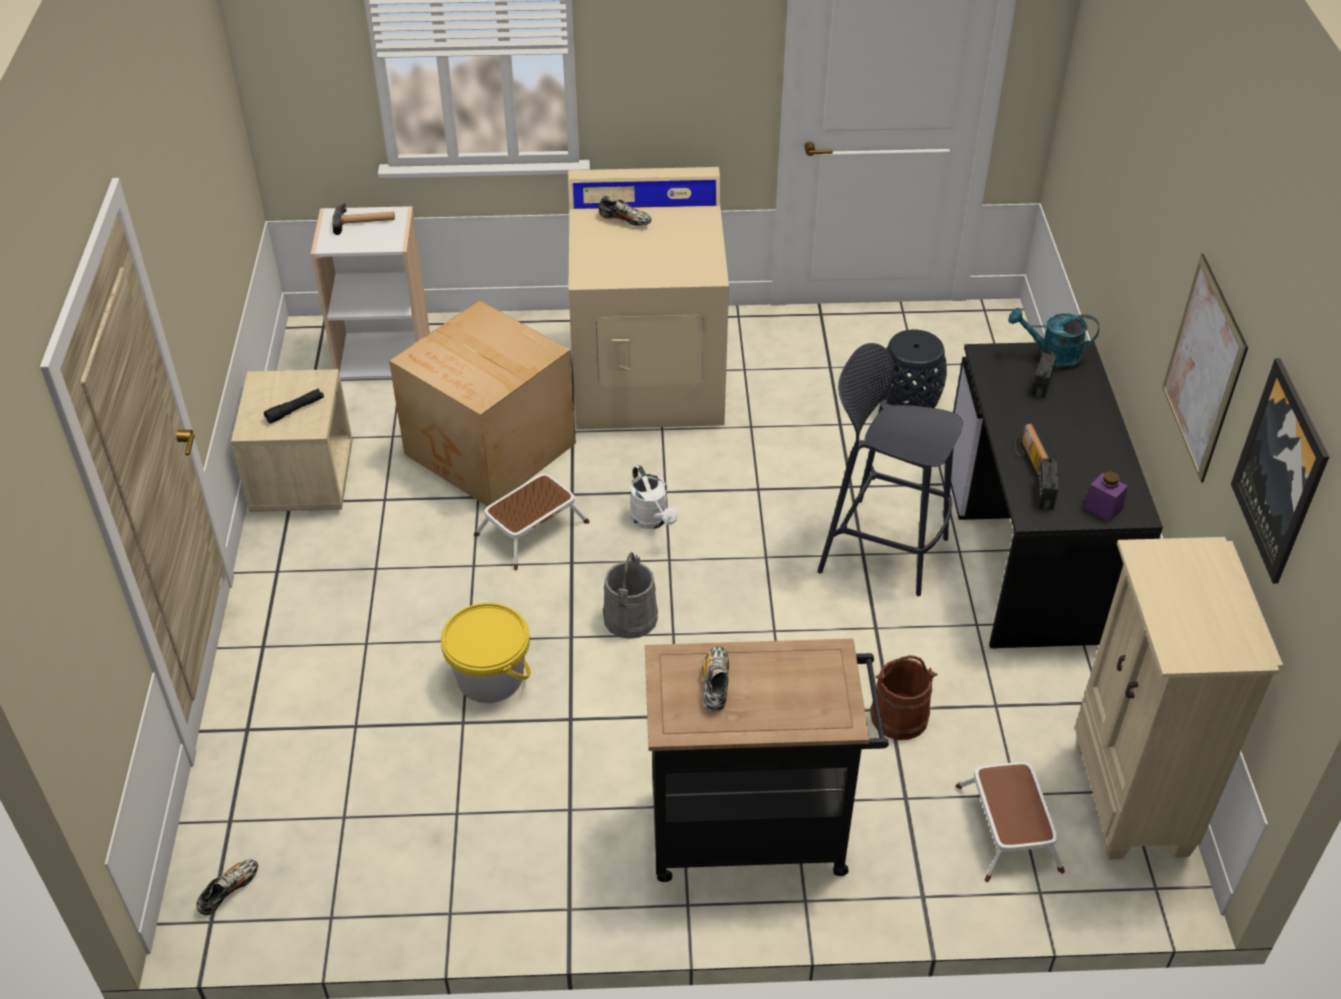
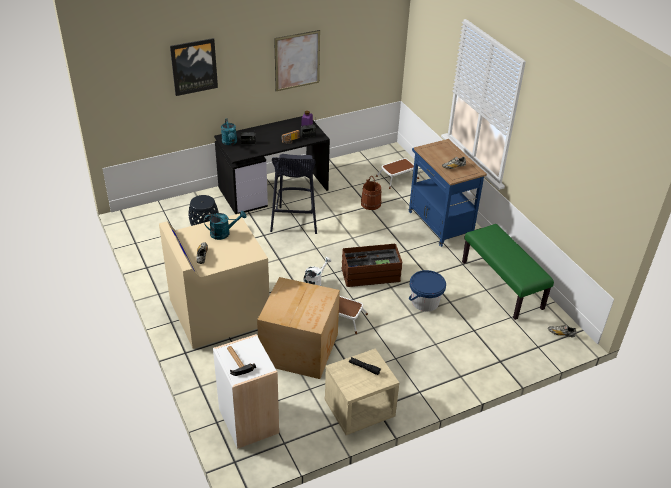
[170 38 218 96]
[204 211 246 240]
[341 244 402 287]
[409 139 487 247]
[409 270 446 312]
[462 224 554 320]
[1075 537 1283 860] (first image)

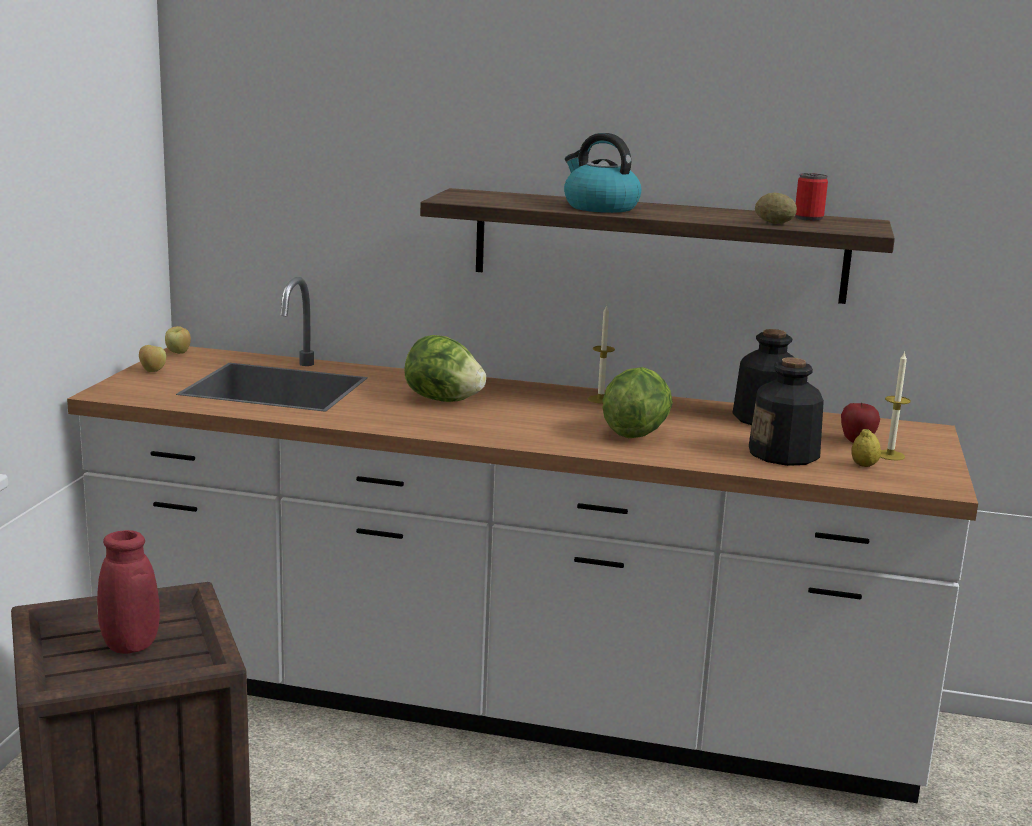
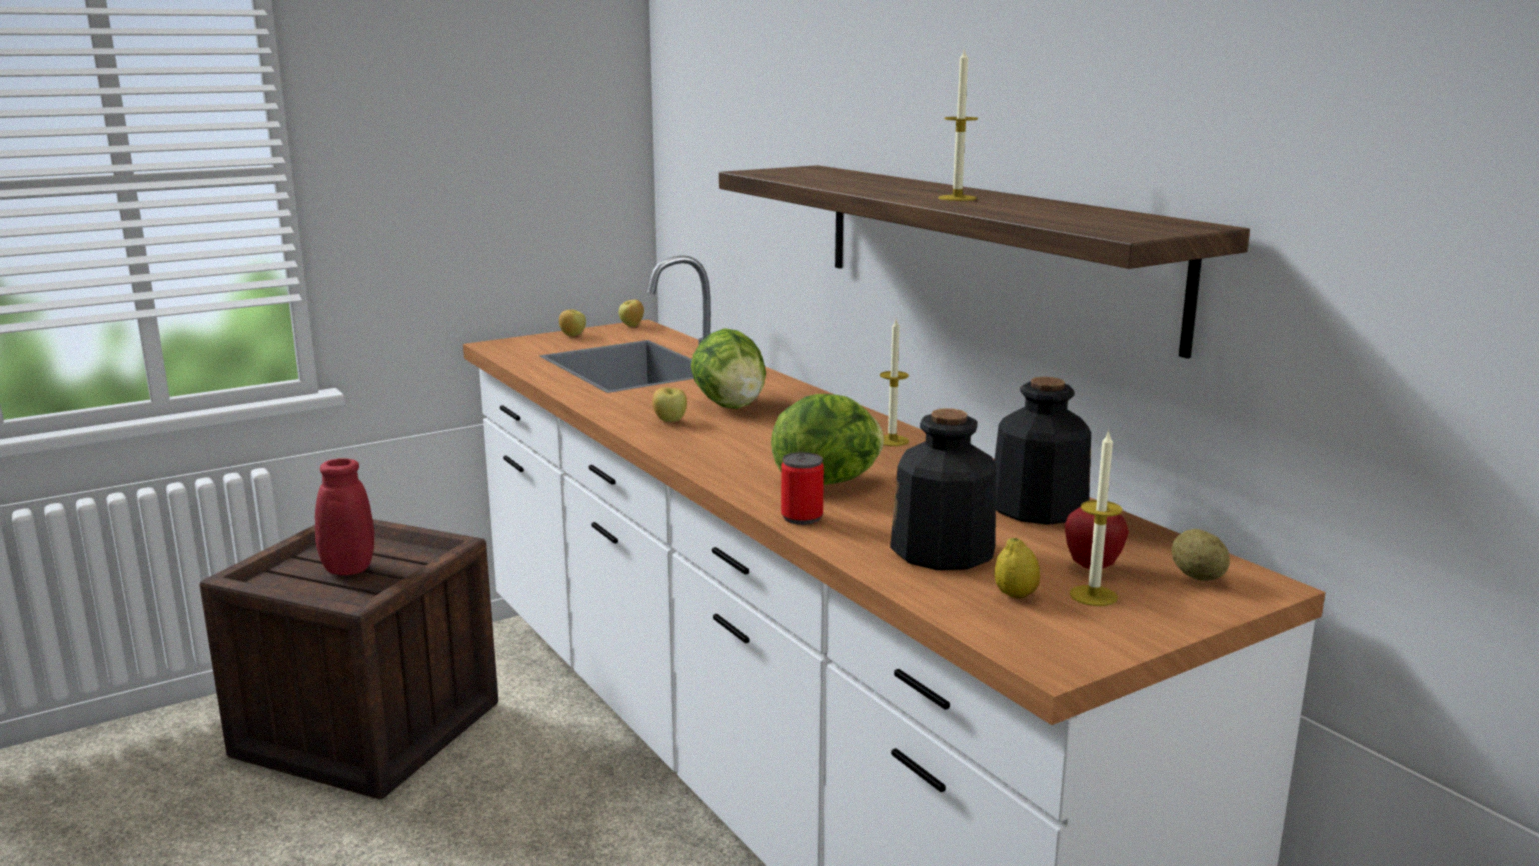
[653 387 687 422]
[781 452 824 525]
[938 47 978 201]
[1172 529 1230 581]
[564 133 641 213] (first image)

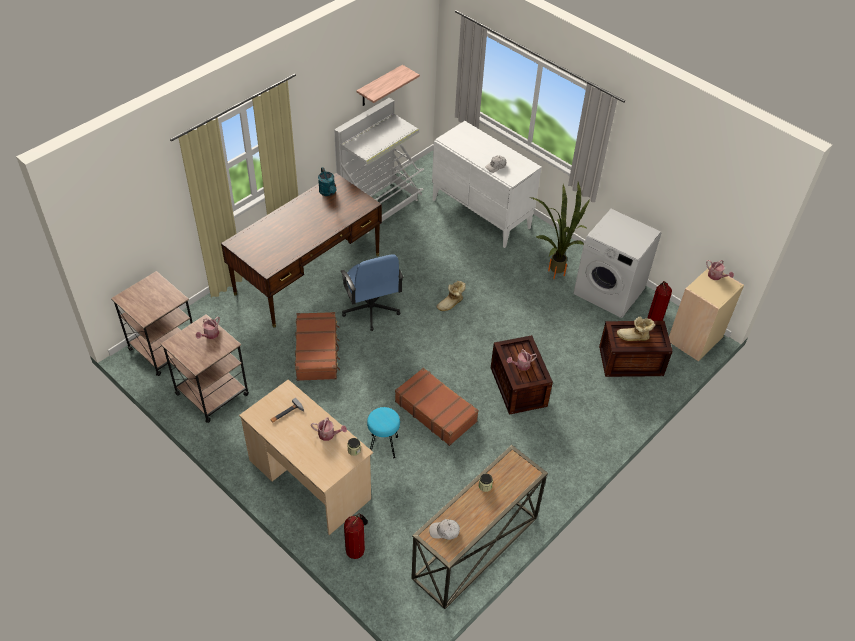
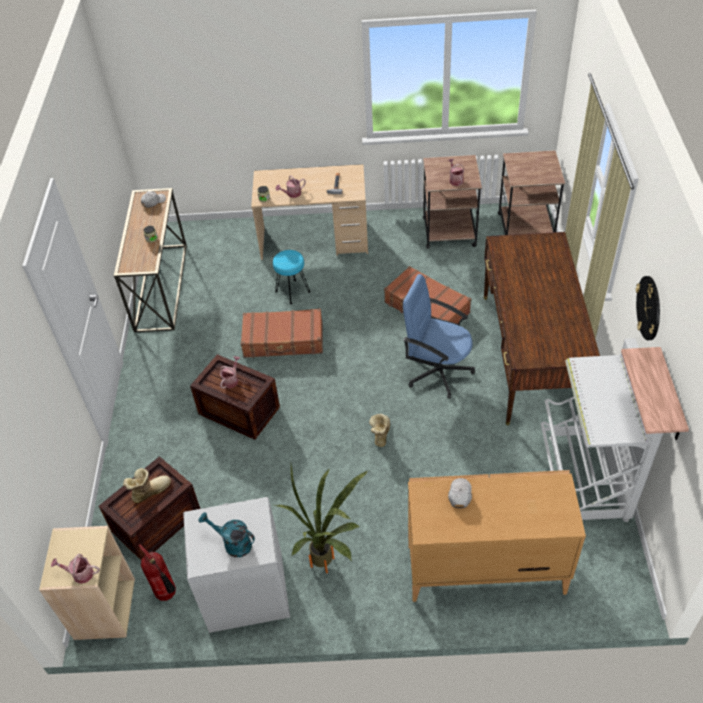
[199 512 255 557]
[408 470 586 602]
[636 276 660 340]
[344 514 368 559] (first image)

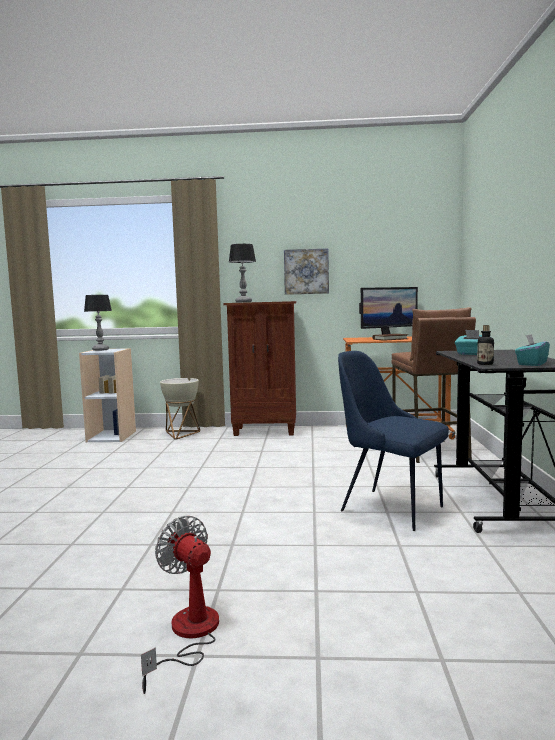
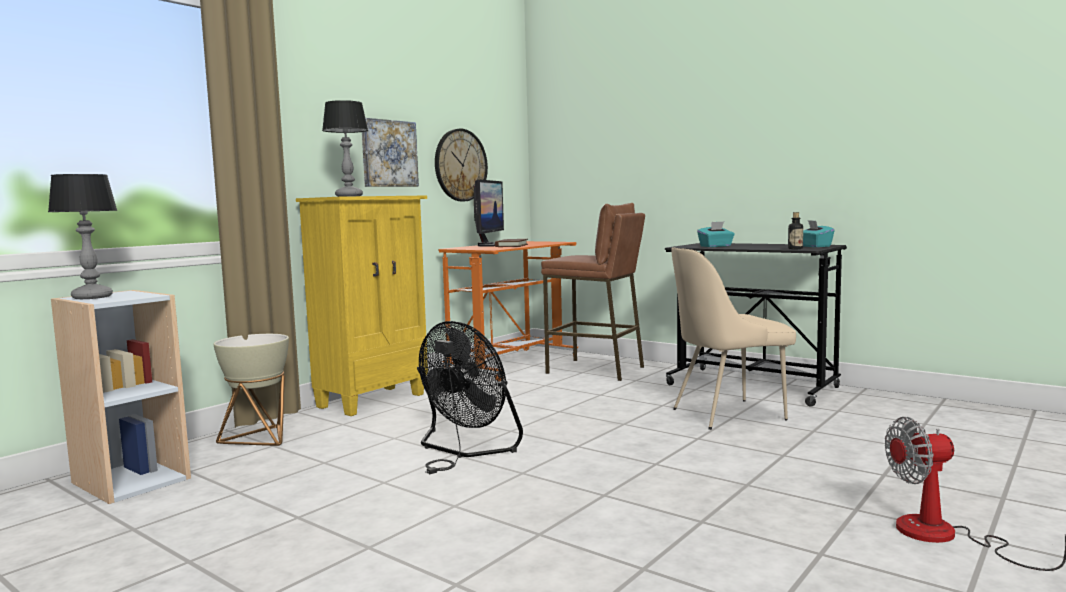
[296 195 428 416]
[417 321 523 474]
[435 129 488 201]
[671 247 796 430]

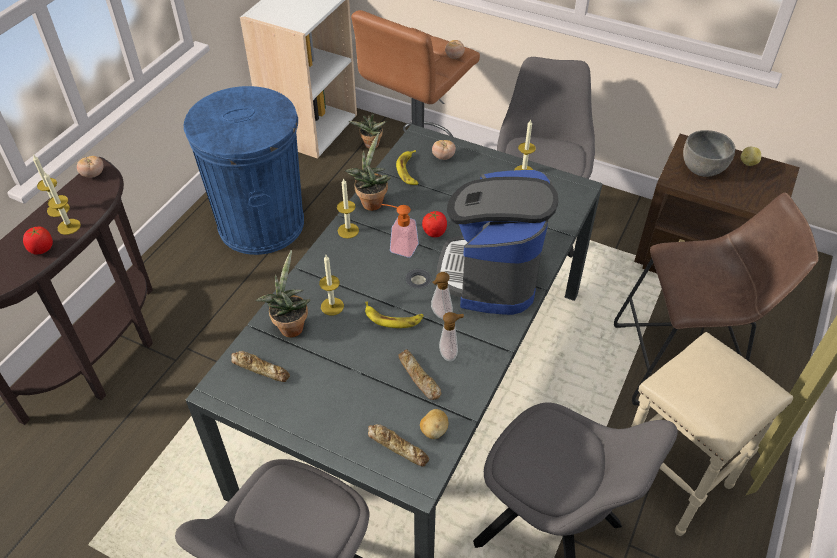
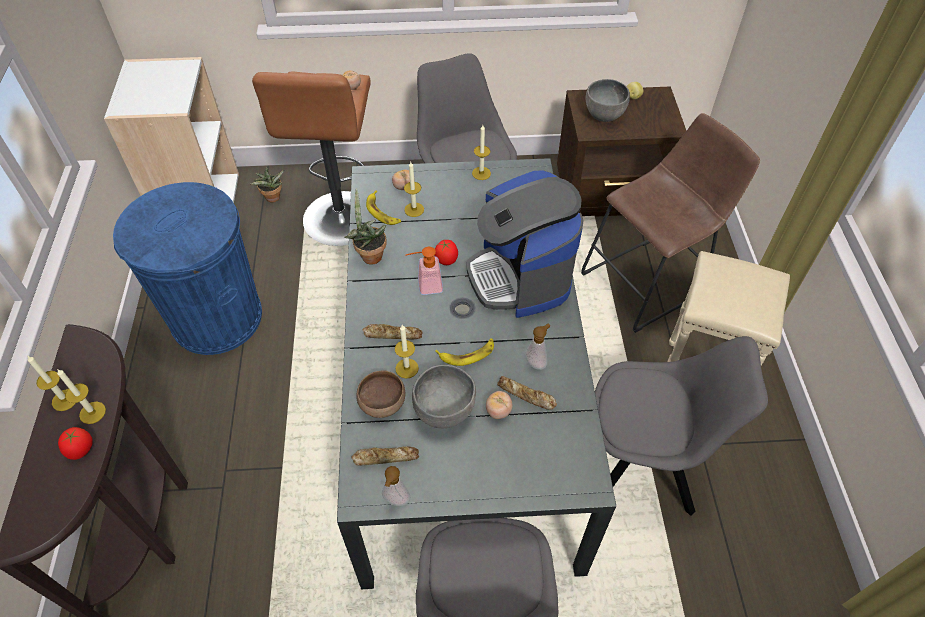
[356 370 406 418]
[363 324 423 340]
[382 466 410 506]
[404 162 424 217]
[412 365 476 428]
[486 391 513 419]
[420 409 448 439] (first image)

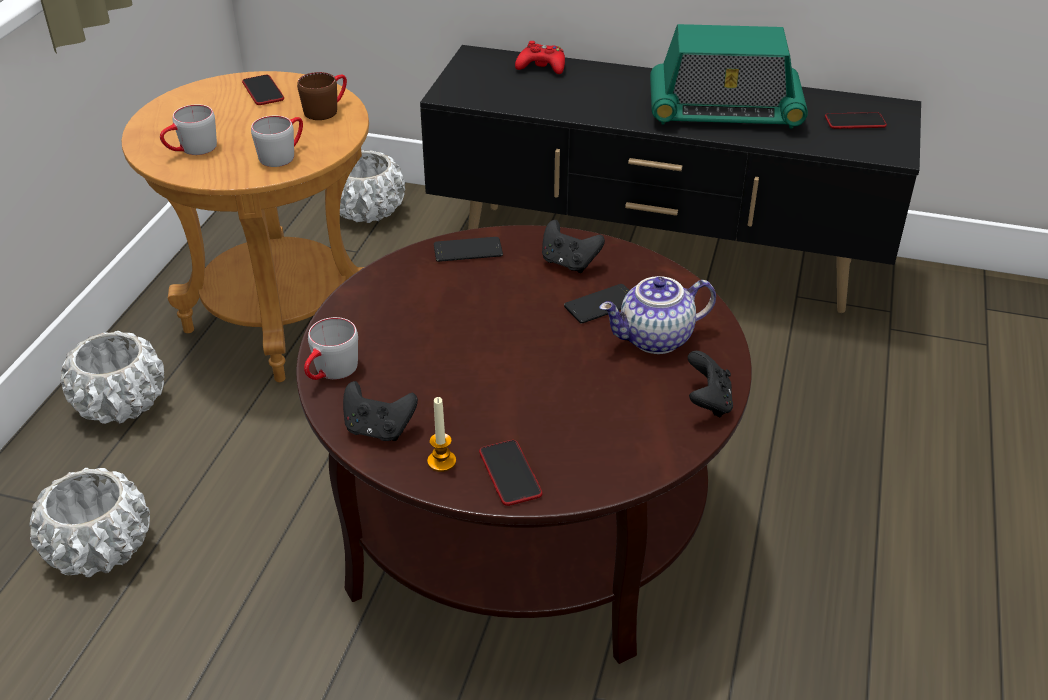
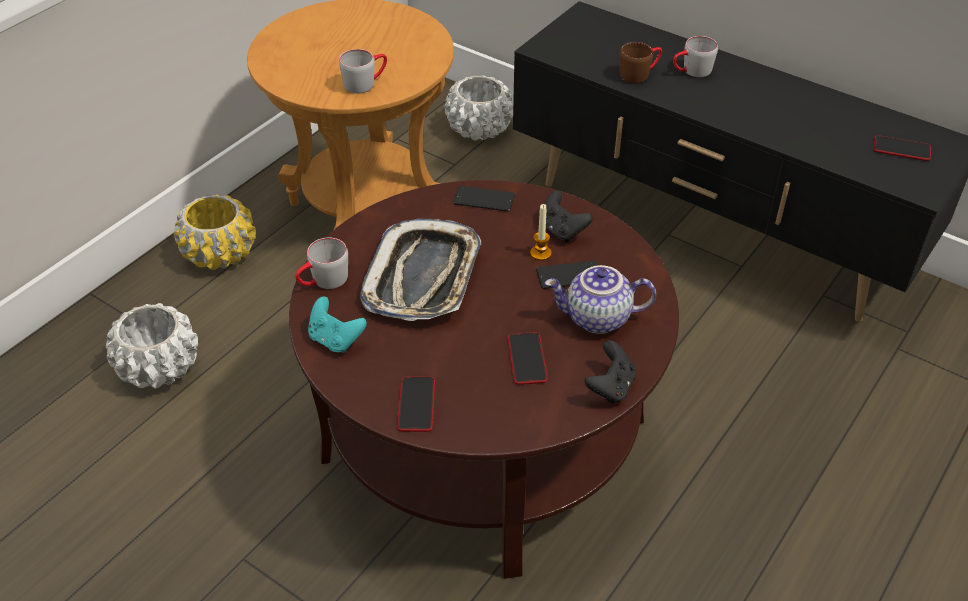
[174 194 256 270]
[308 297 367 353]
[360 219 481 321]
[508 332 548 385]
[530 204 552 260]
[620 42 662 84]
[673 36 718 77]
[515 41 565 74] (first image)
[650 24 808 129] (first image)

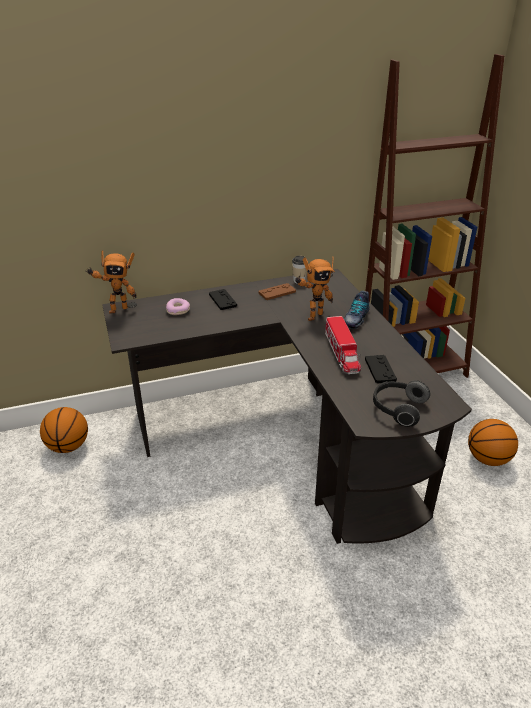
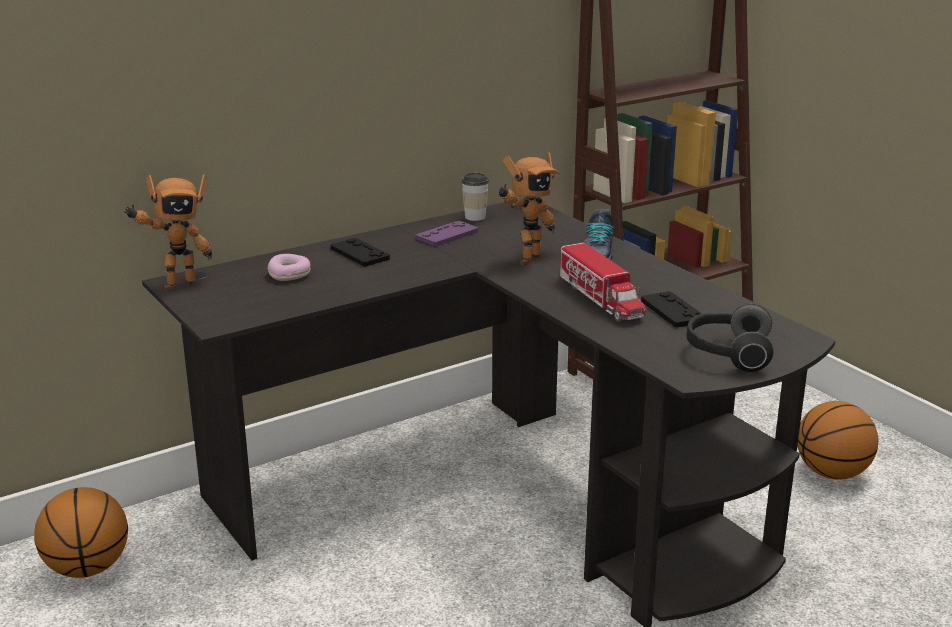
[416 221 478 246]

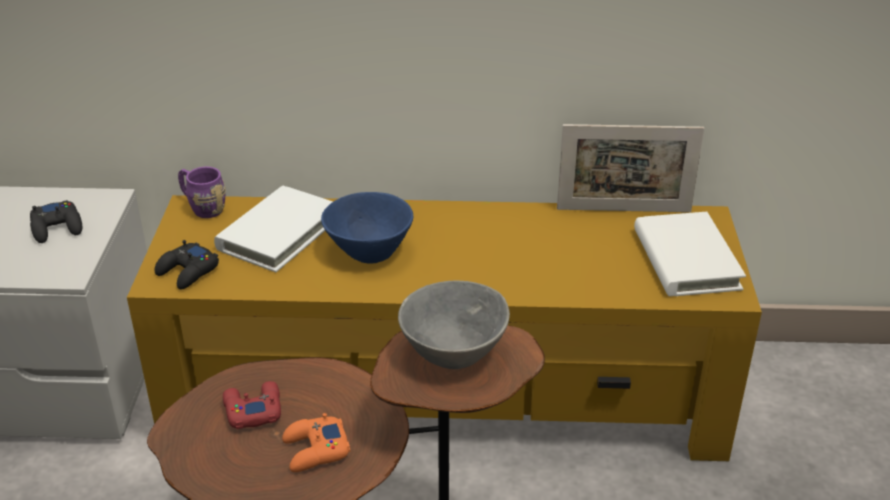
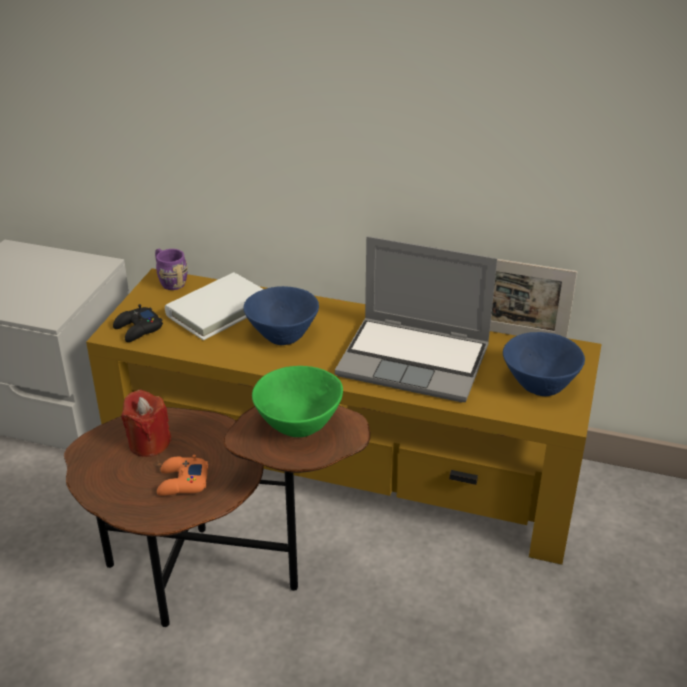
[121 389 172 457]
[252 366 343 437]
[335 236 497 402]
[503 332 585 396]
[30 200 82 243] (first image)

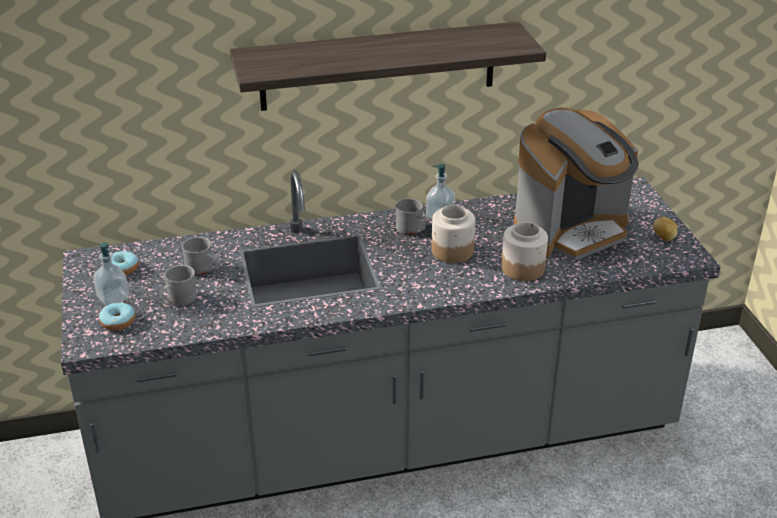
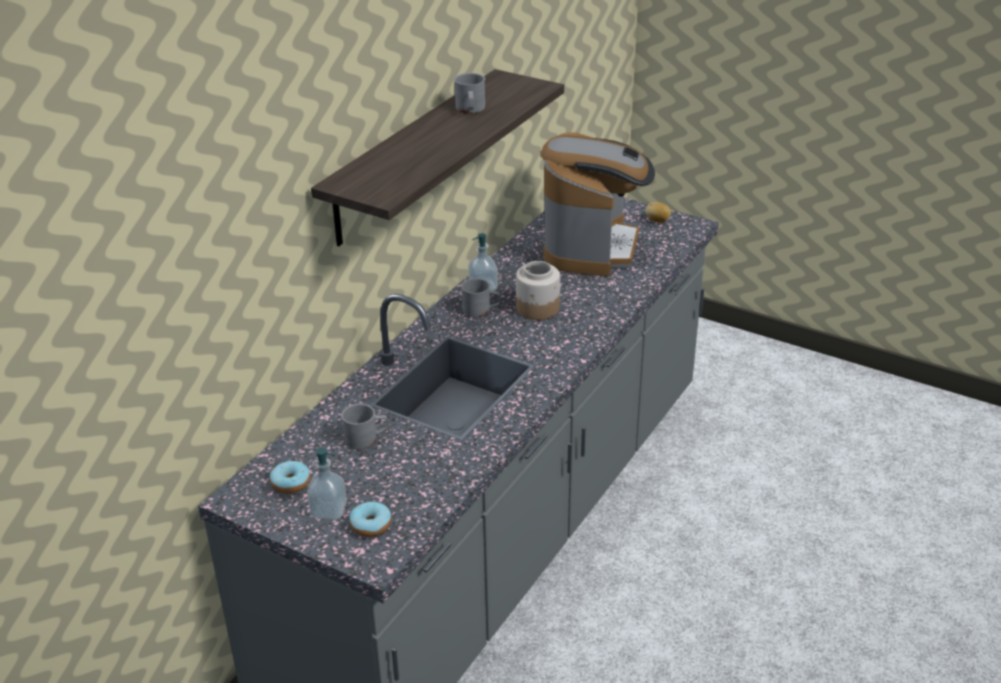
[454 73 485 114]
[501 222 548 281] (first image)

